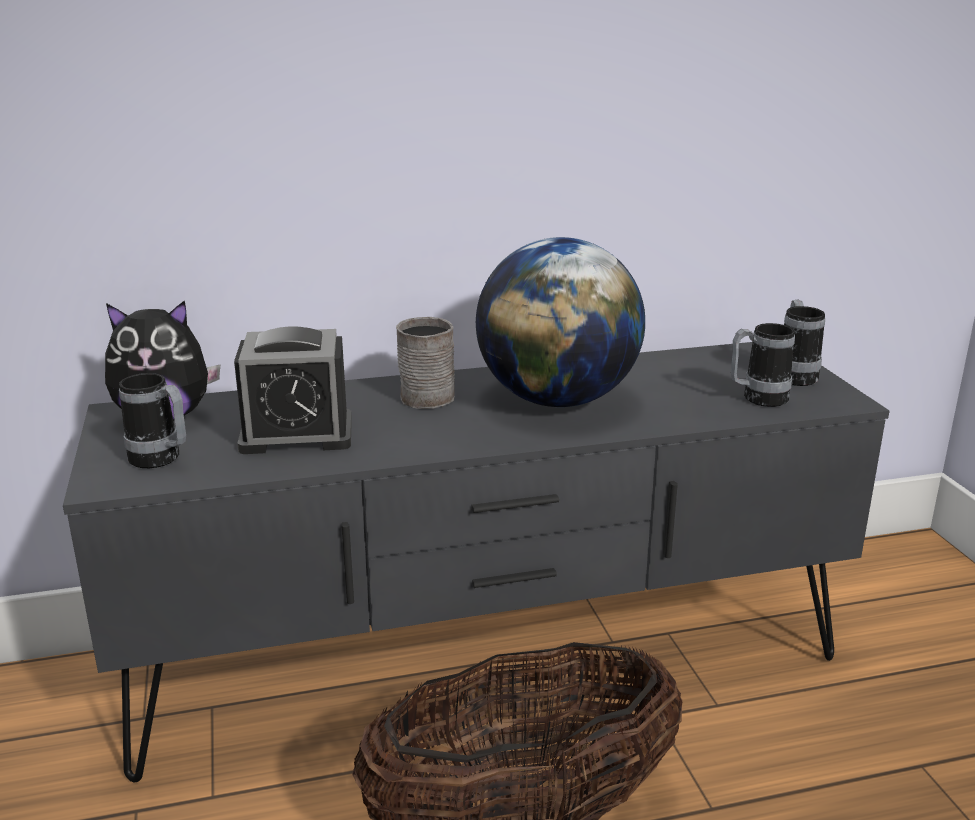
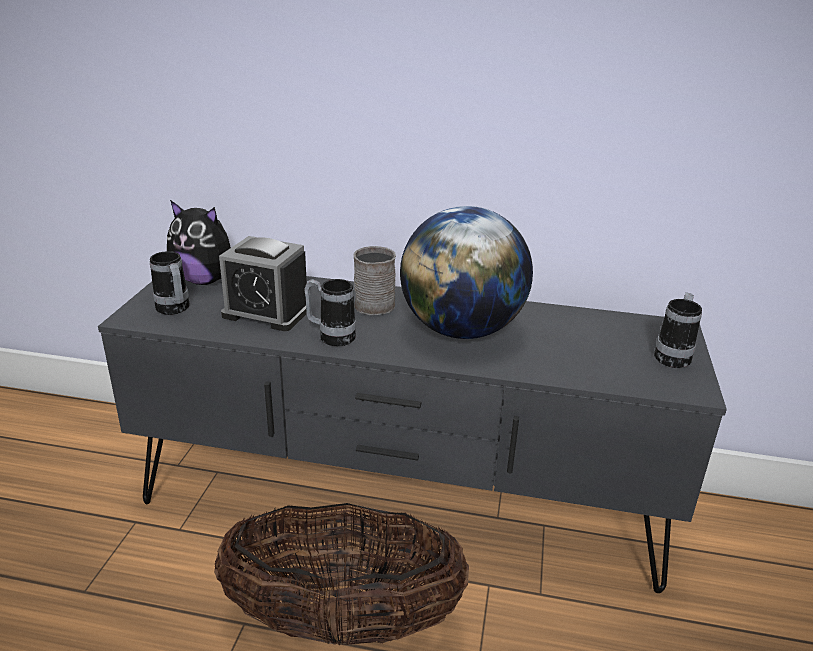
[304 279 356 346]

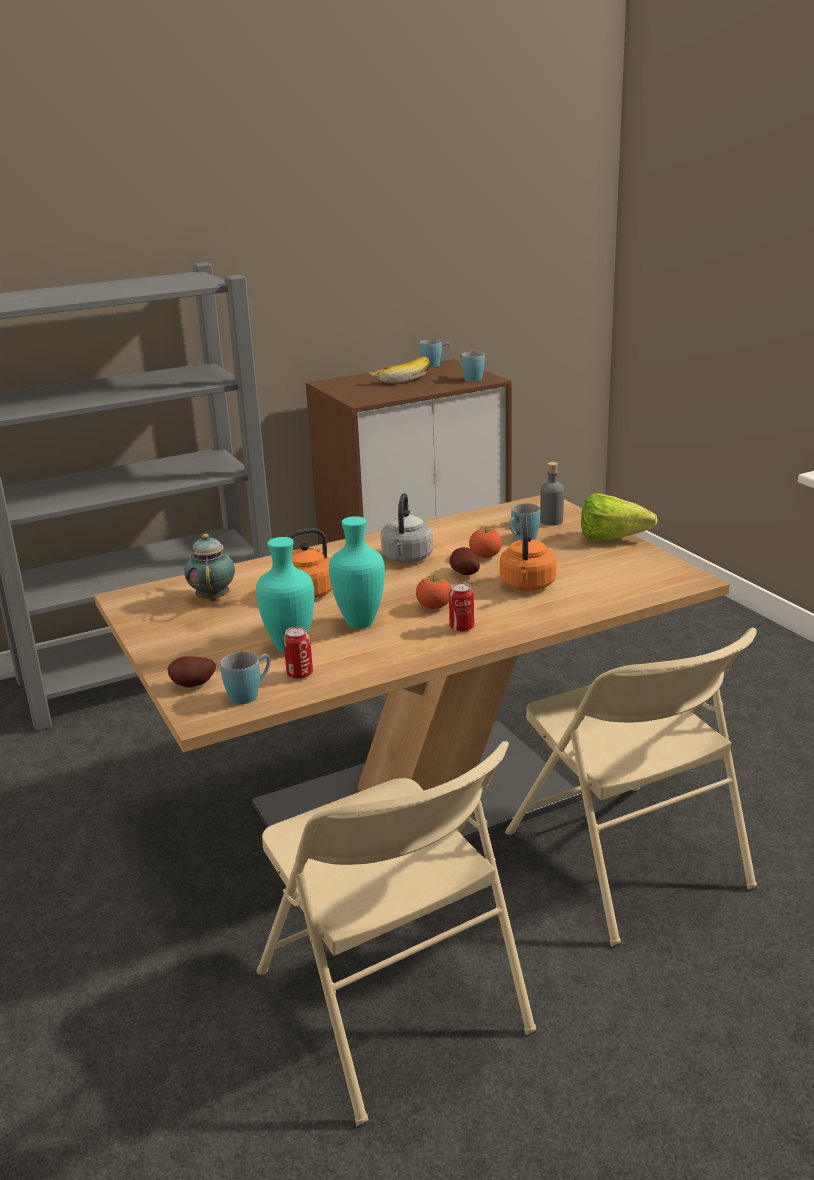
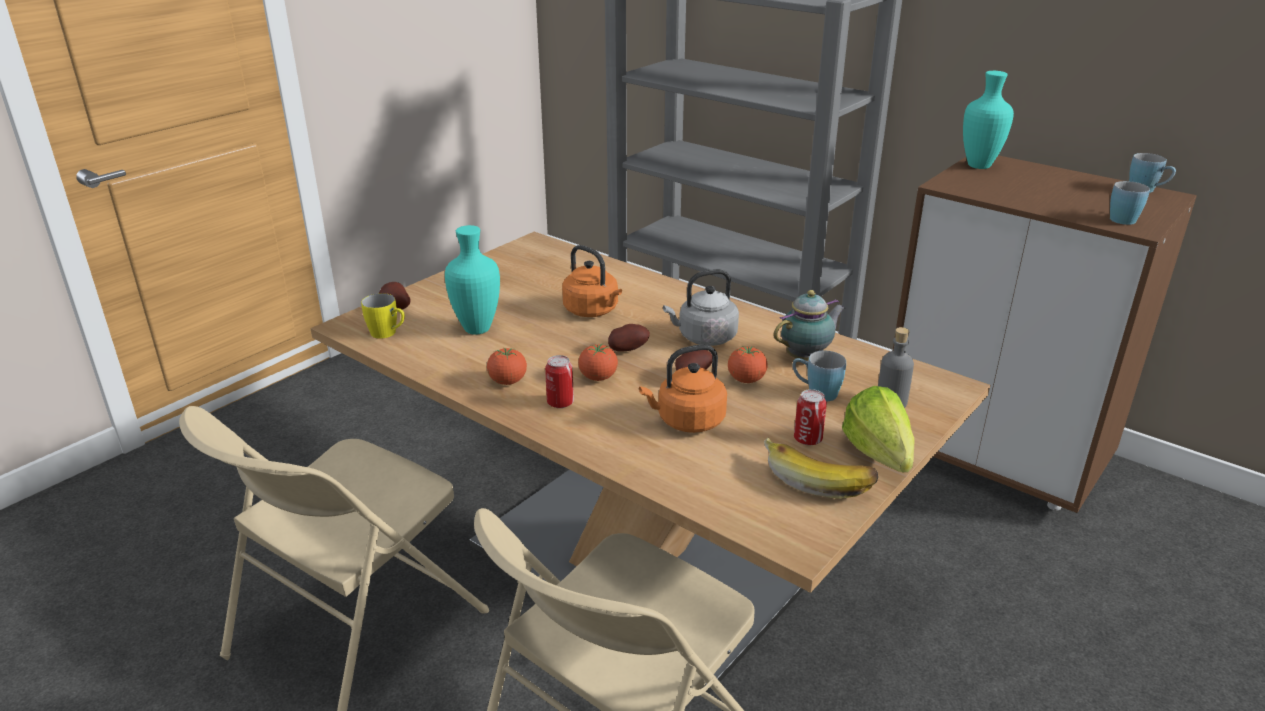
[361 293 405 339]
[487 348 527 385]
[608 324 650 352]
[764 437 878 499]
[774 290 845 360]
[794 389 827 445]
[963 71 1014 169]

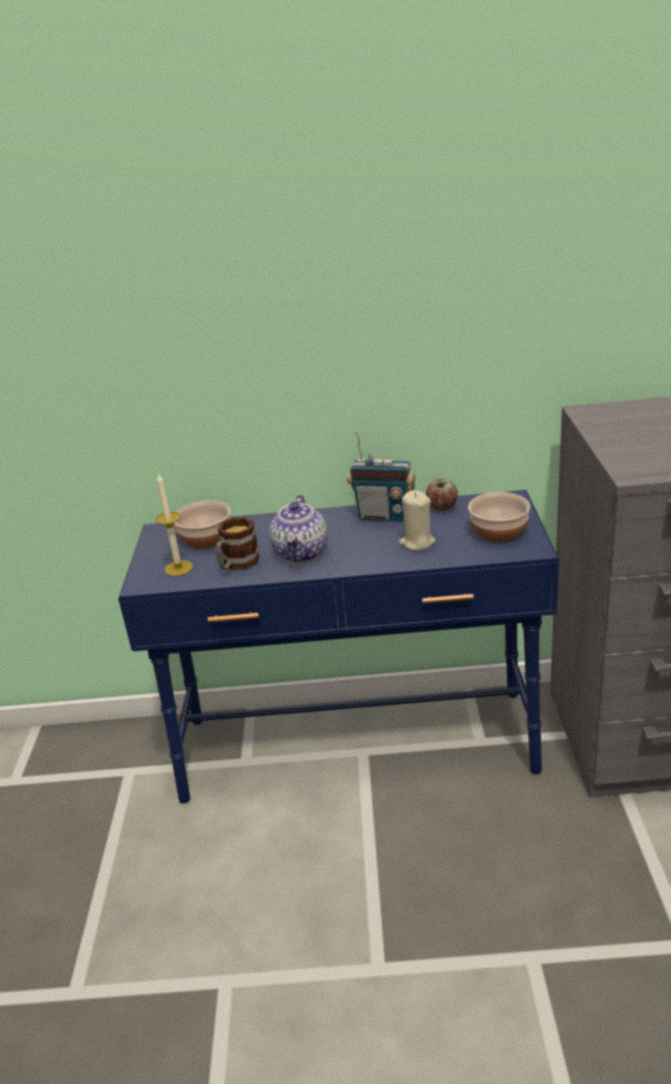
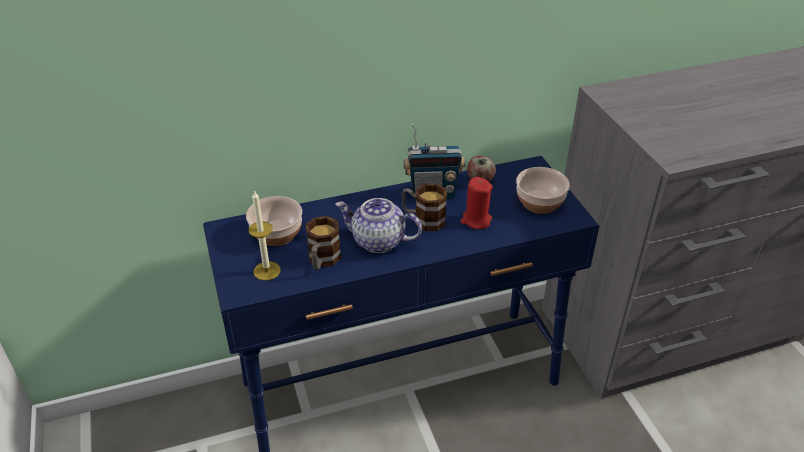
[335 198 422 253]
[402 184 447 231]
[461 177 493 229]

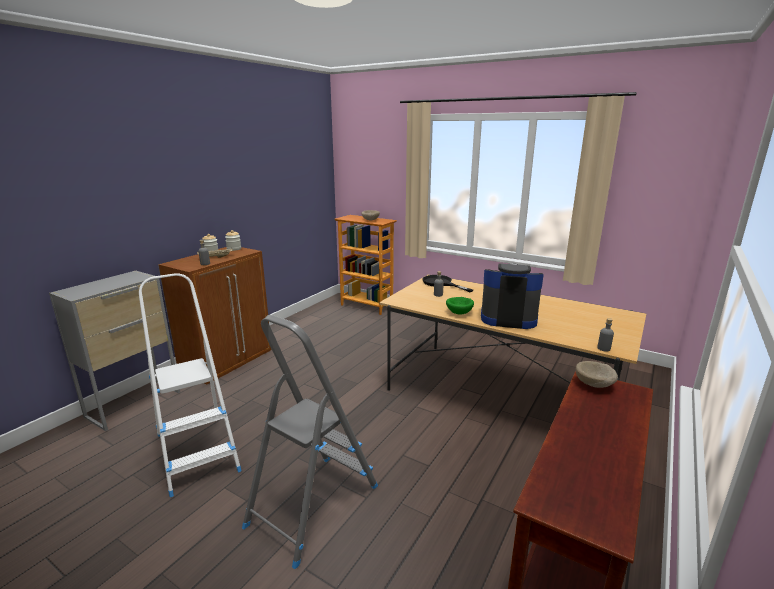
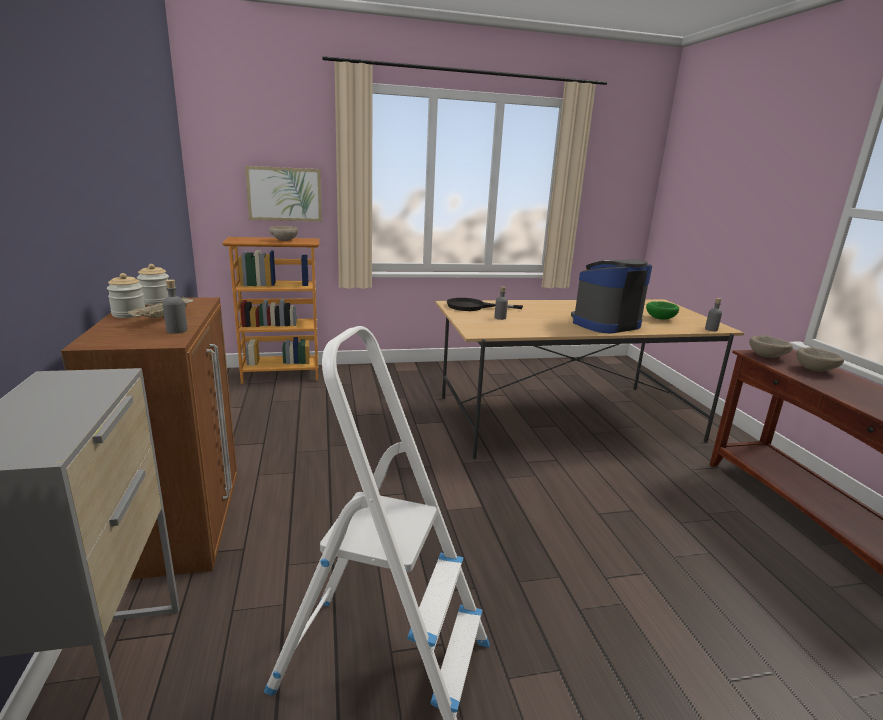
[245 166 322 222]
[646 301 679 320]
[796 347 844 372]
[242 315 378 569] (first image)

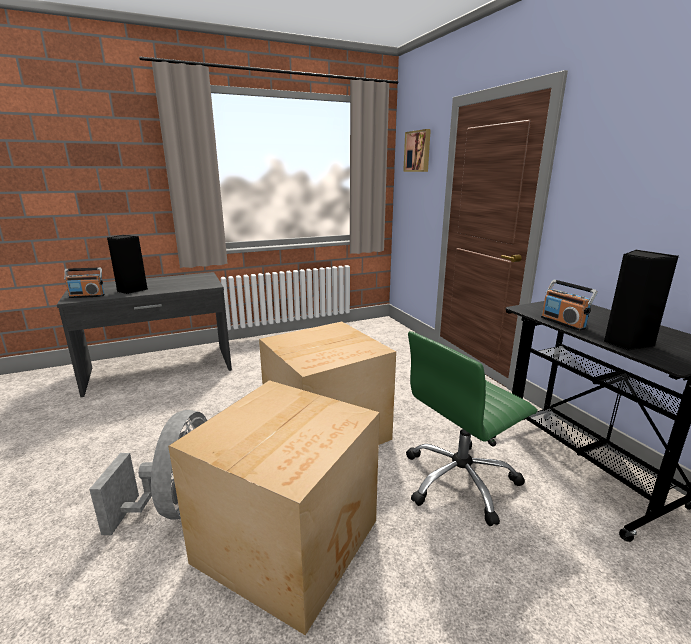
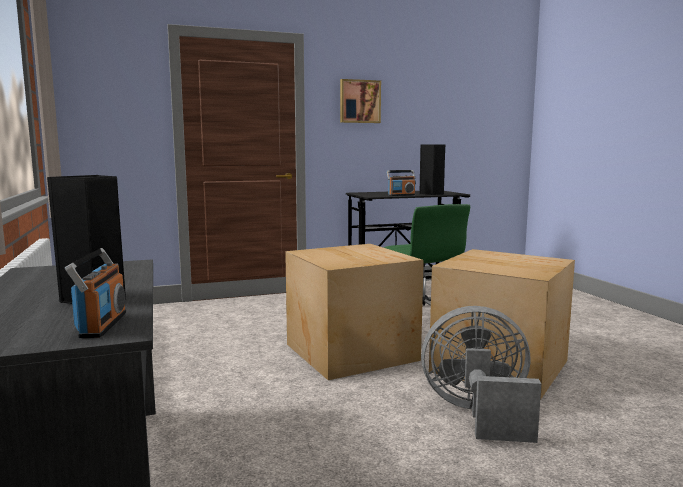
[340 79 381 123]

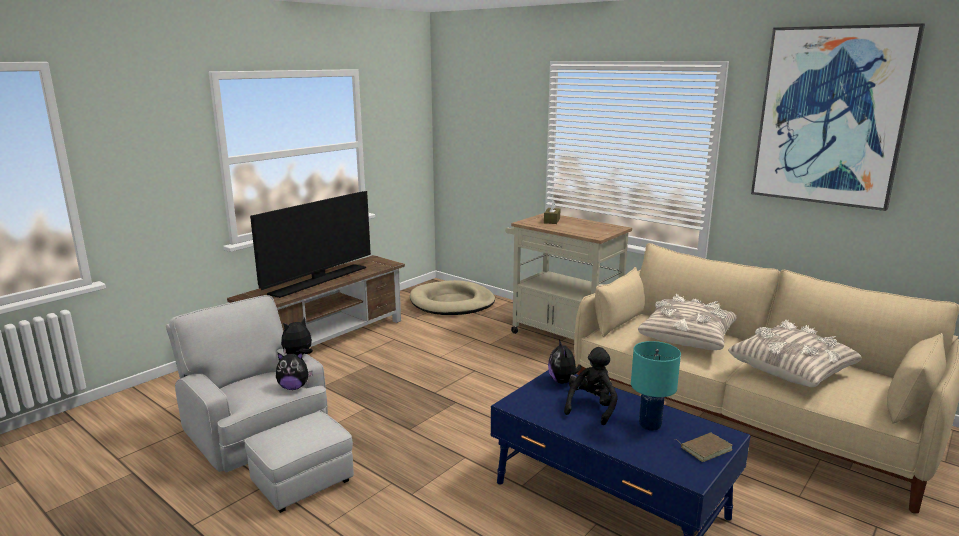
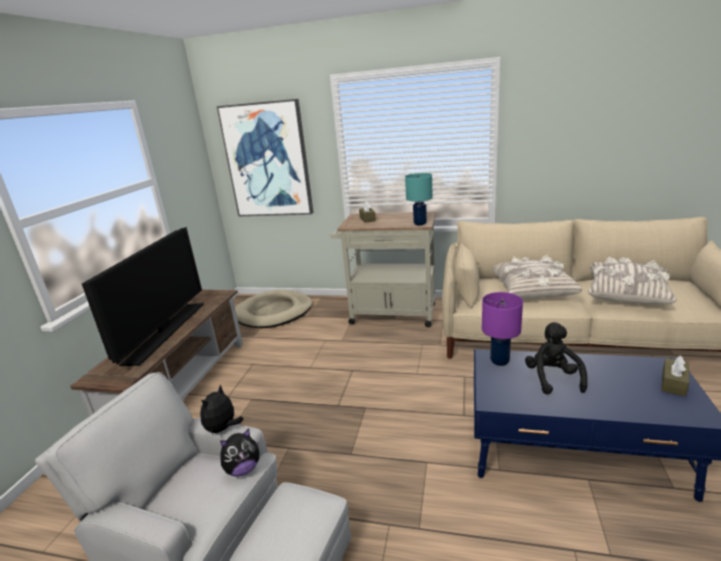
[216 99 313 216]
[405 173 433 225]
[482 292 523 366]
[661 356 689 397]

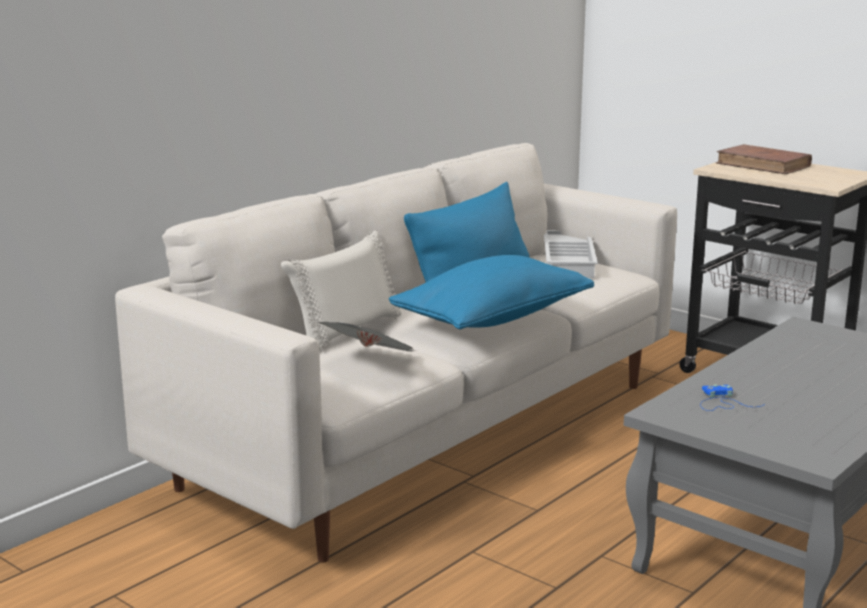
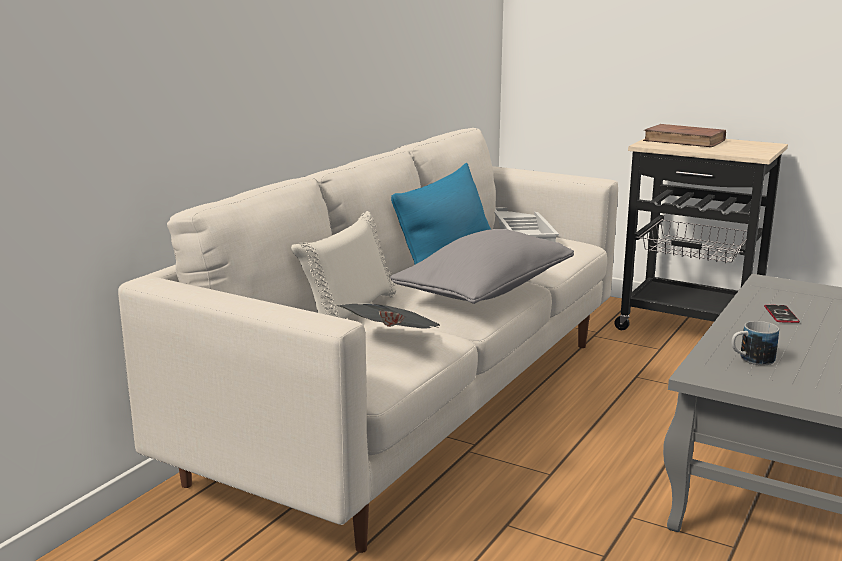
[390 229 574 304]
[732 321 779 365]
[764 305 800 323]

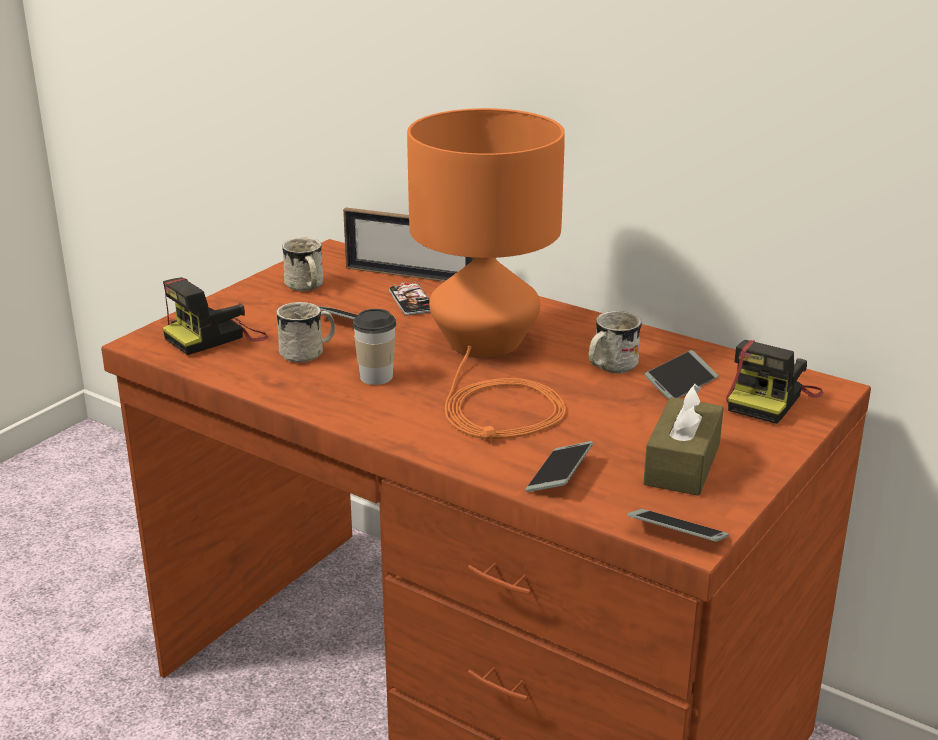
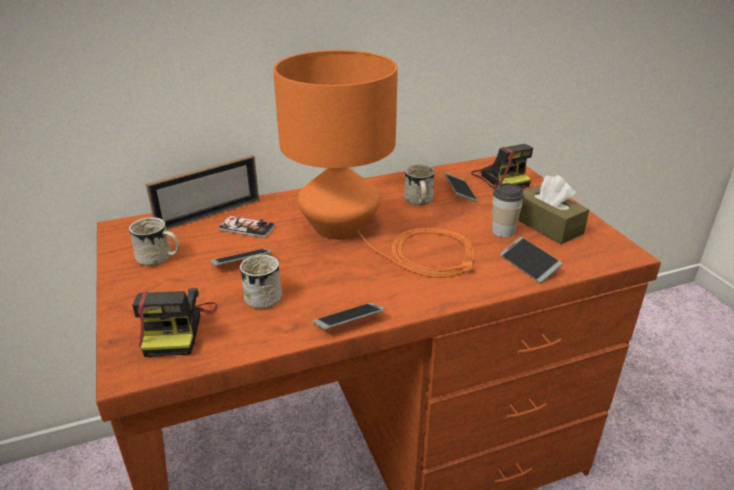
[313 303 385 329]
[492 183 524 237]

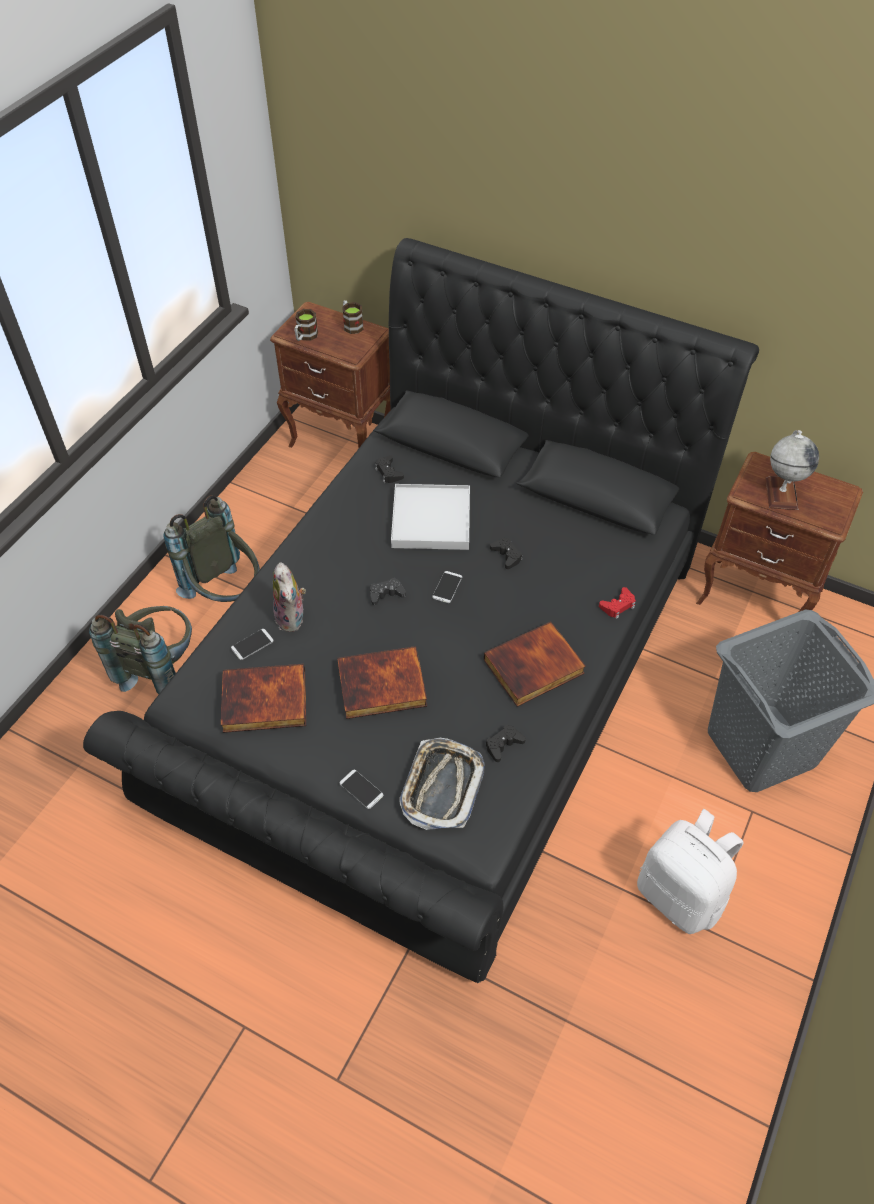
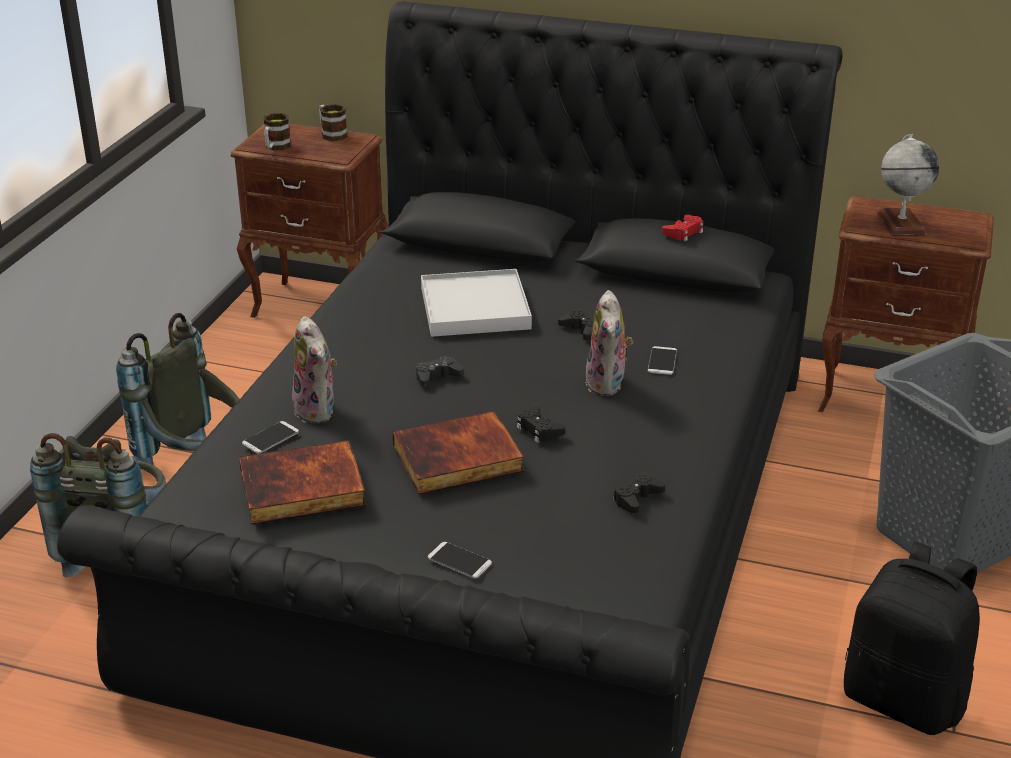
[517 406 565 443]
[585 290 633 396]
[648 346 677 375]
[662 215 703 241]
[844 541 980 735]
[399 738 485 830] (first image)
[484 621 586 707] (first image)

